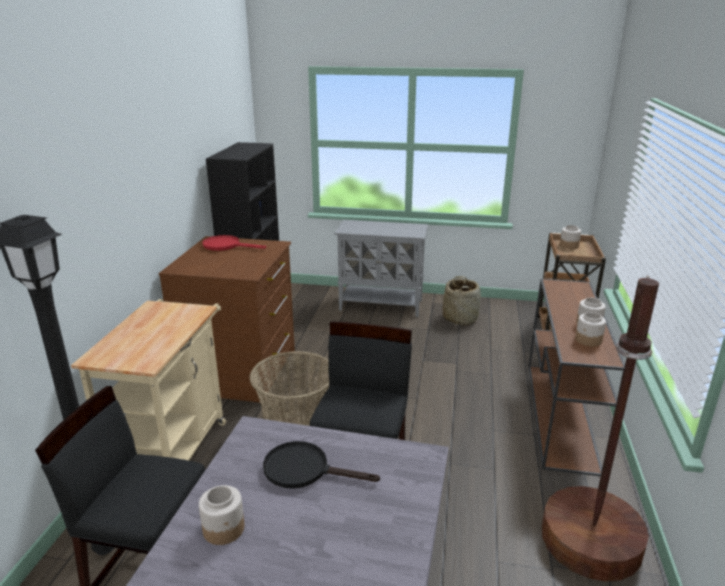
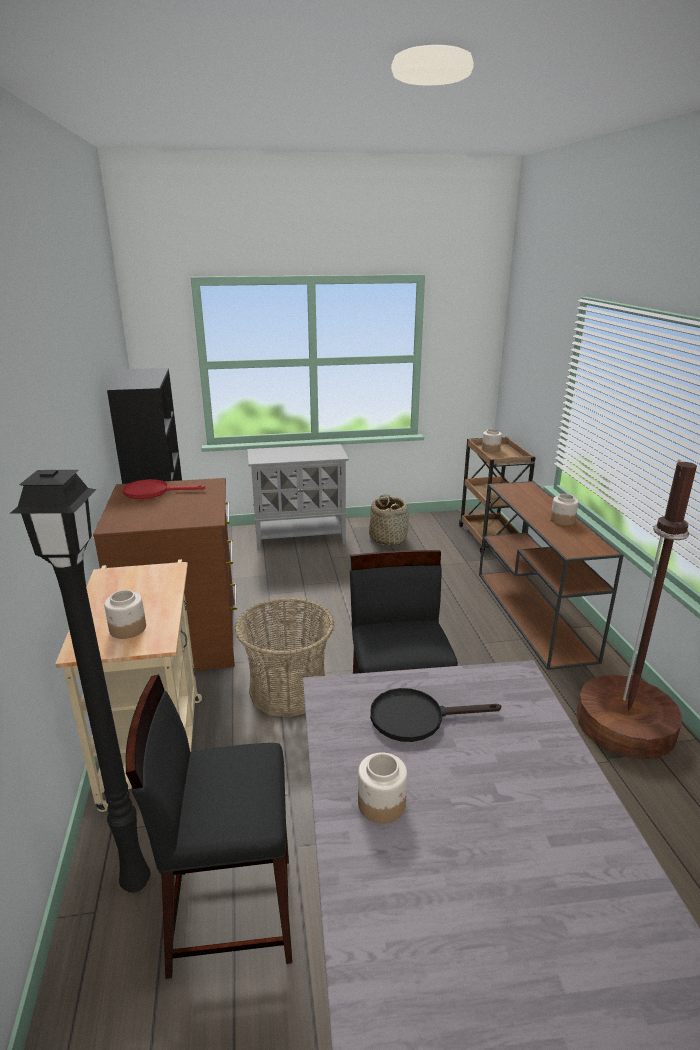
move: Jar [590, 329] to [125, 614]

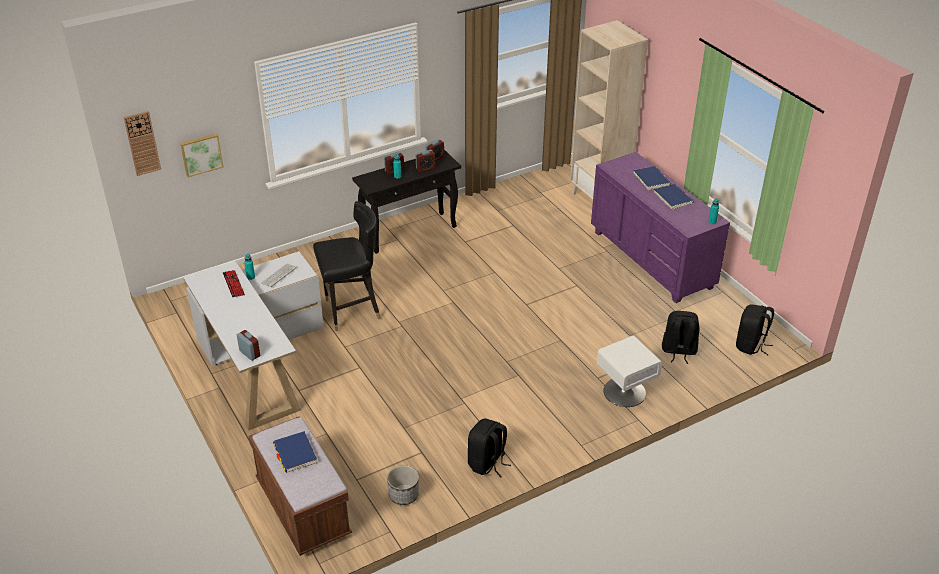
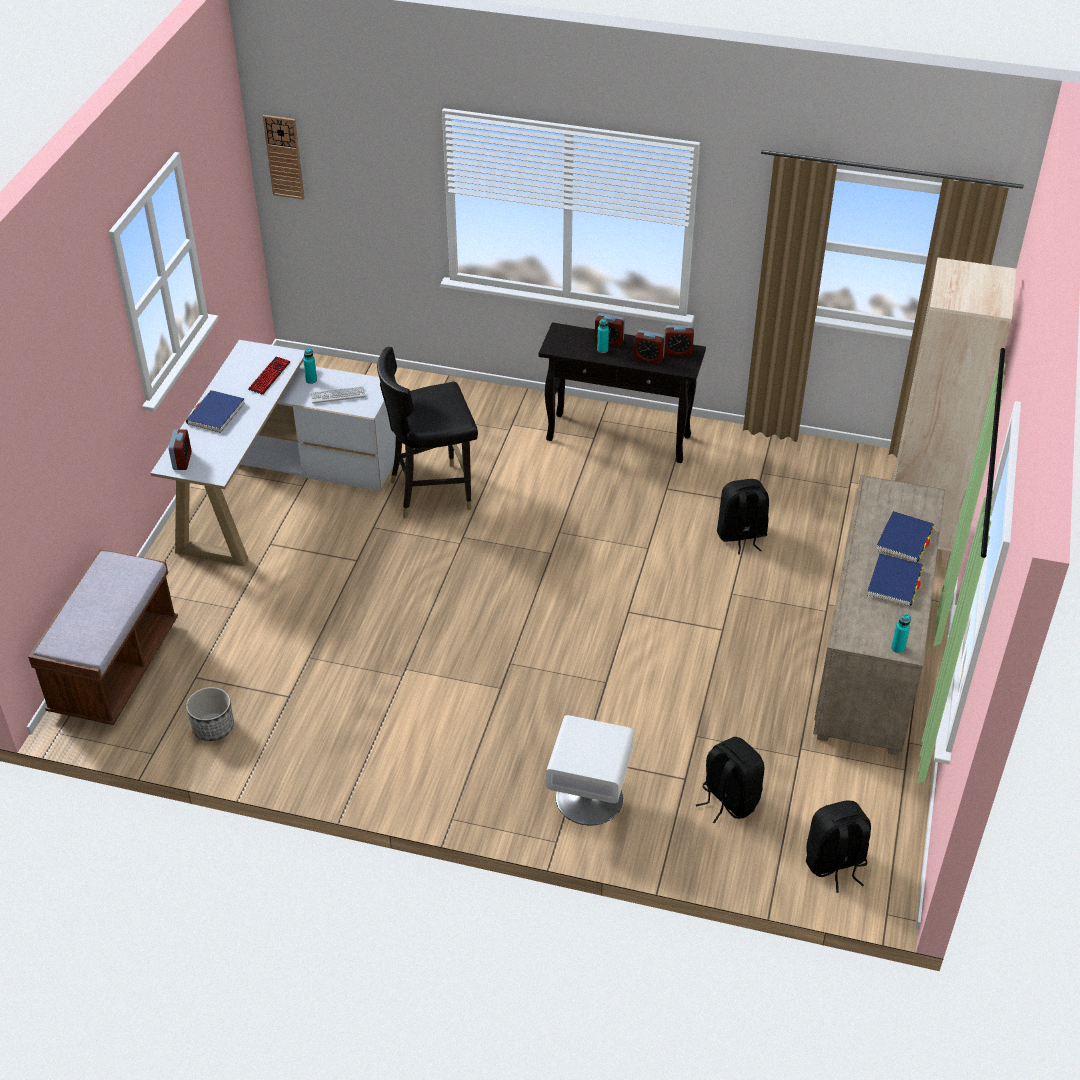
delete: Picture [202, 155]
move: BlueBook [295, 452] to [215, 411]; BlackBackpack [489, 447] to [743, 516]
recolor: PurpleDresser [660, 227] to BeigeDresser [879, 615]
rotate: BlackChair [347, 266] = [427, 432] 135 degrees clockwise

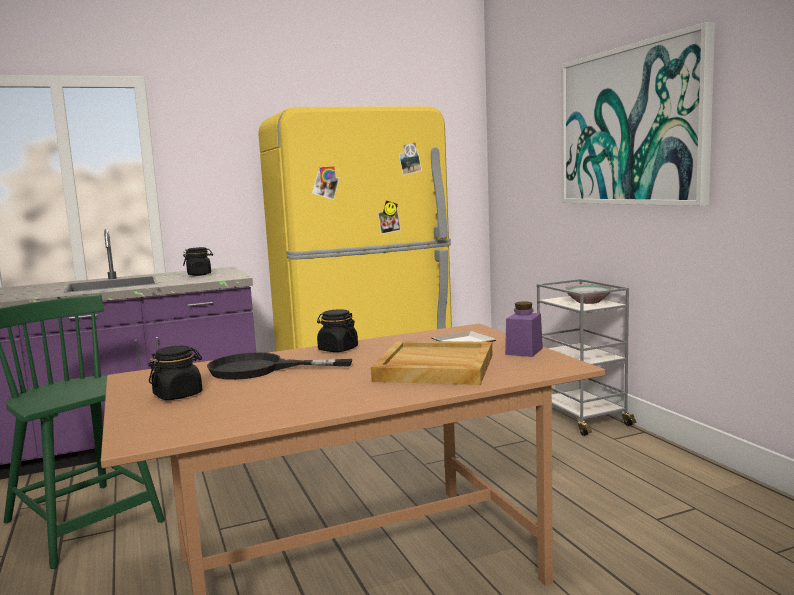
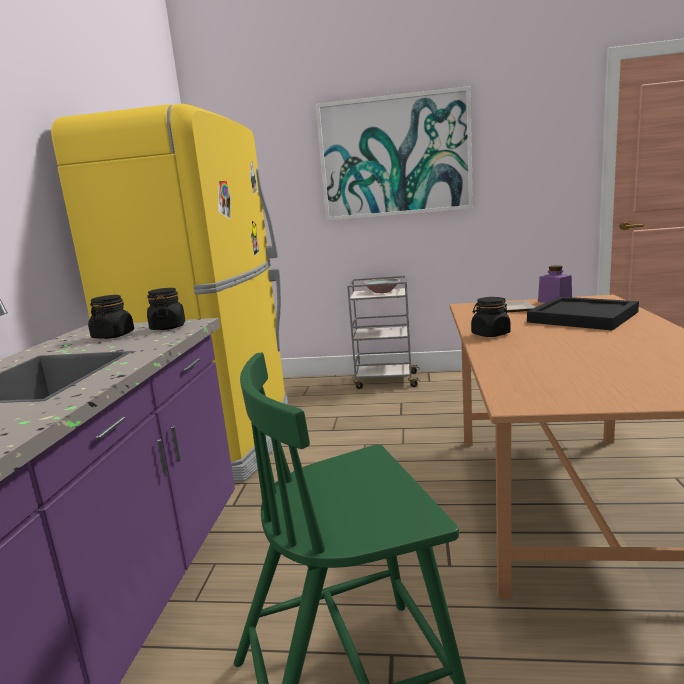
delete: BlackFryingPan [279, 366]
move: BlackJar [175, 373] to [166, 309]
recolor: BeigeTray [431, 363] to BlackTray [583, 314]

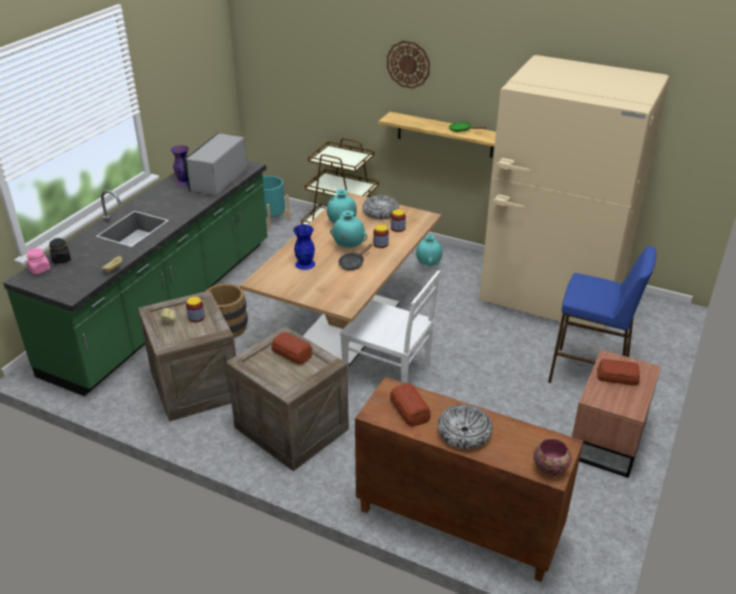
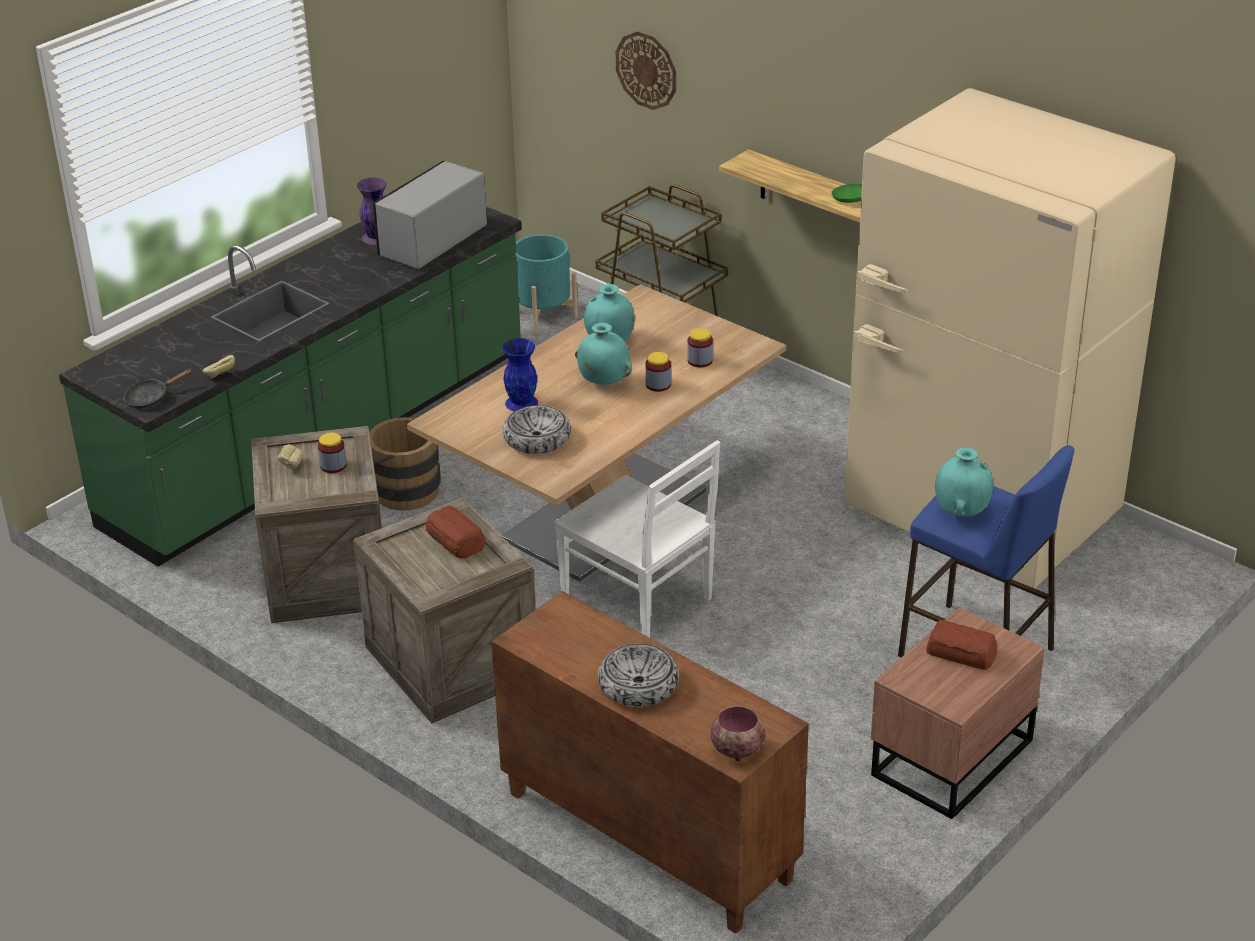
delete: PinkJar [38, 261]; BlackJar [60, 251]; Bread [410, 405]
move: BlackFryingPan [355, 257] to [158, 388]; Bowl [380, 207] to [536, 429]; WallClock [408, 65] to [645, 70]; TurquoiseVase [429, 250] to [964, 482]

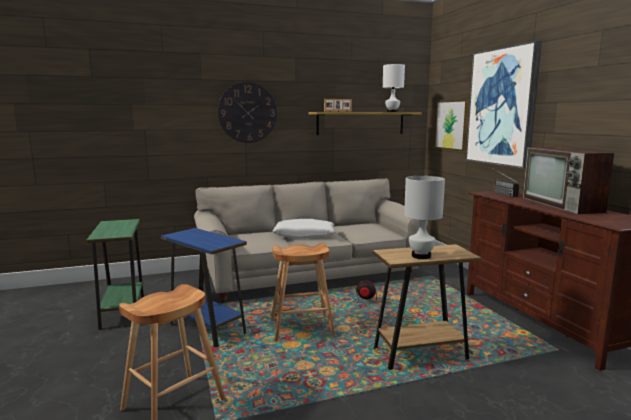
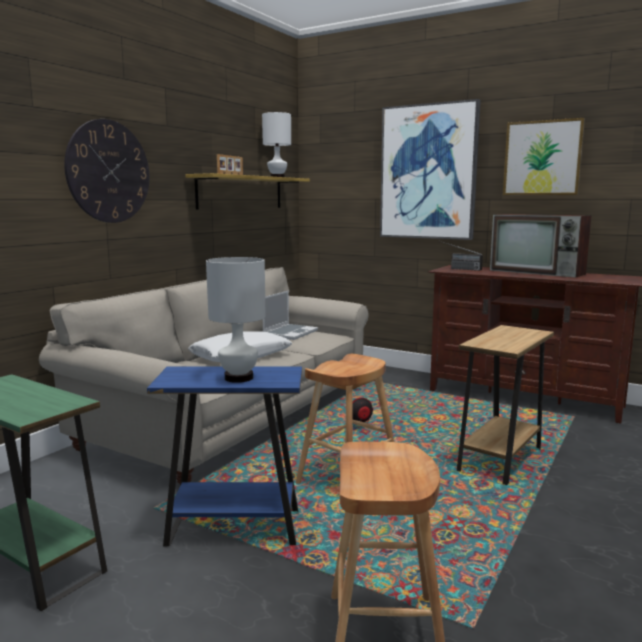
insert: Laptop [290, 315]
move: WhiteTableLamp [424, 217] to [236, 320]; Picture [451, 125] to [544, 156]

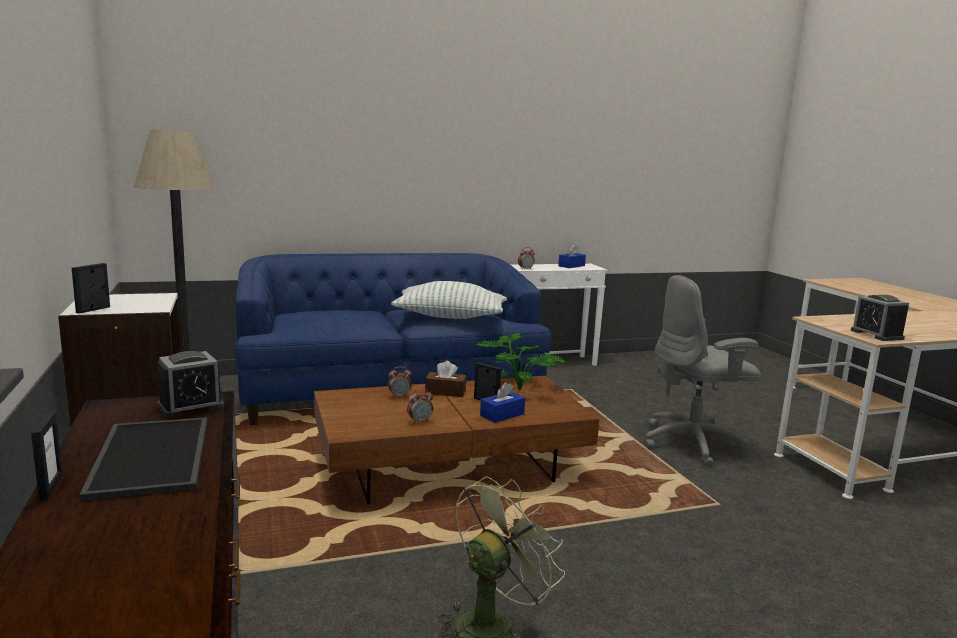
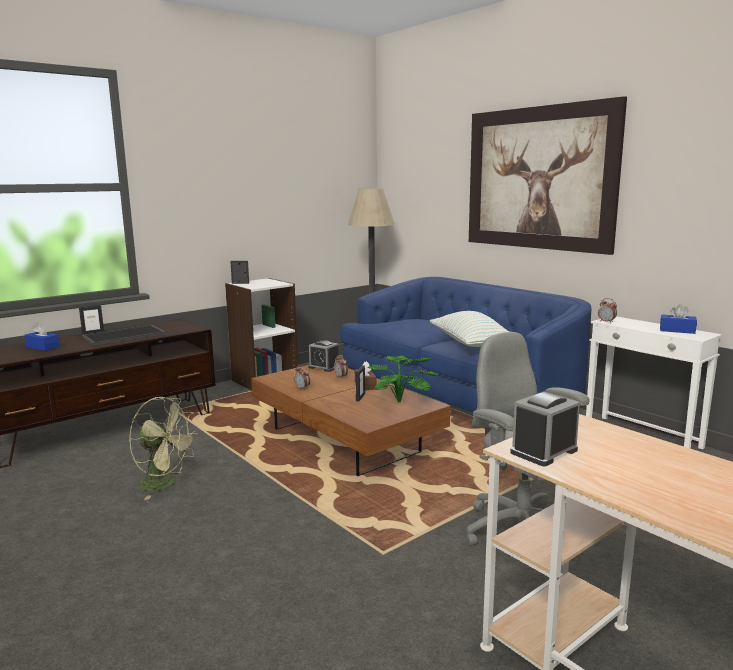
insert: Picture [548, 175]
move: AlarmClock [190, 384] to [323, 356]; BlueTissueBox [502, 402] to [42, 336]

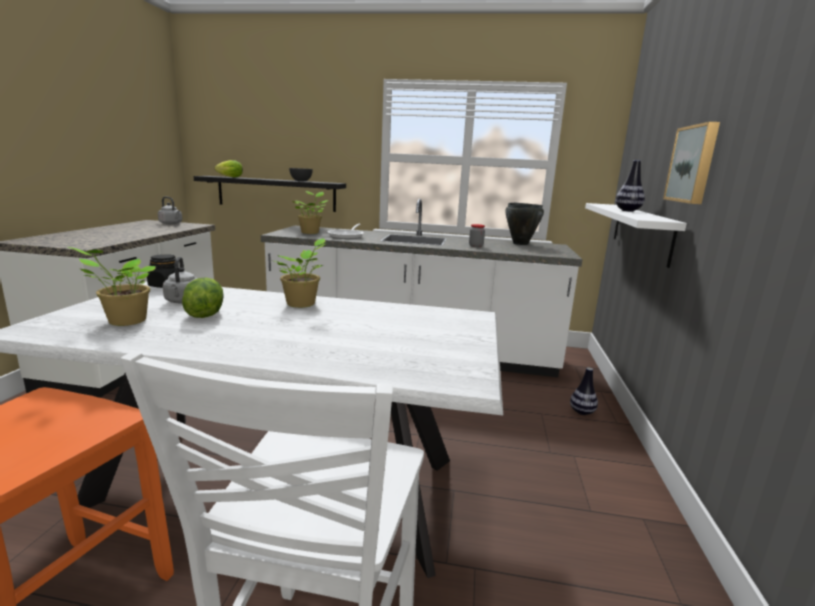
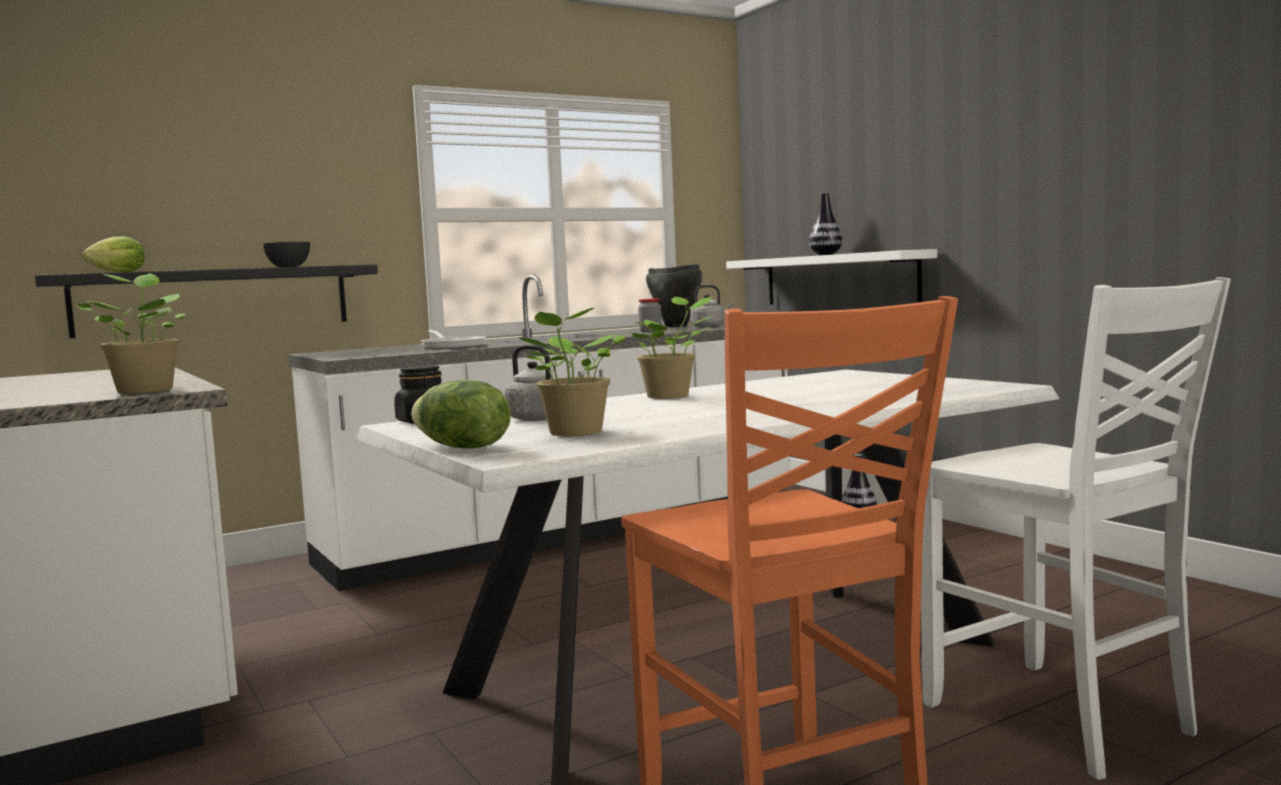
delete: Picture [691, 163]
move: GreyKettle [170, 210] to [712, 306]; Lettuce [203, 297] to [461, 414]; PottedPlant [310, 212] to [130, 333]

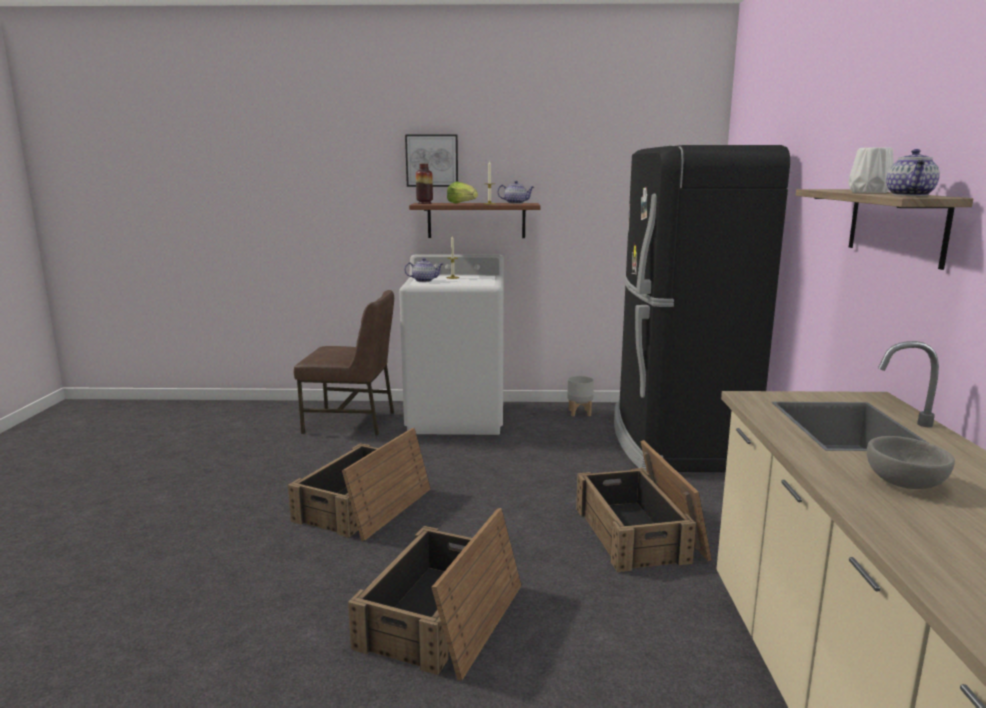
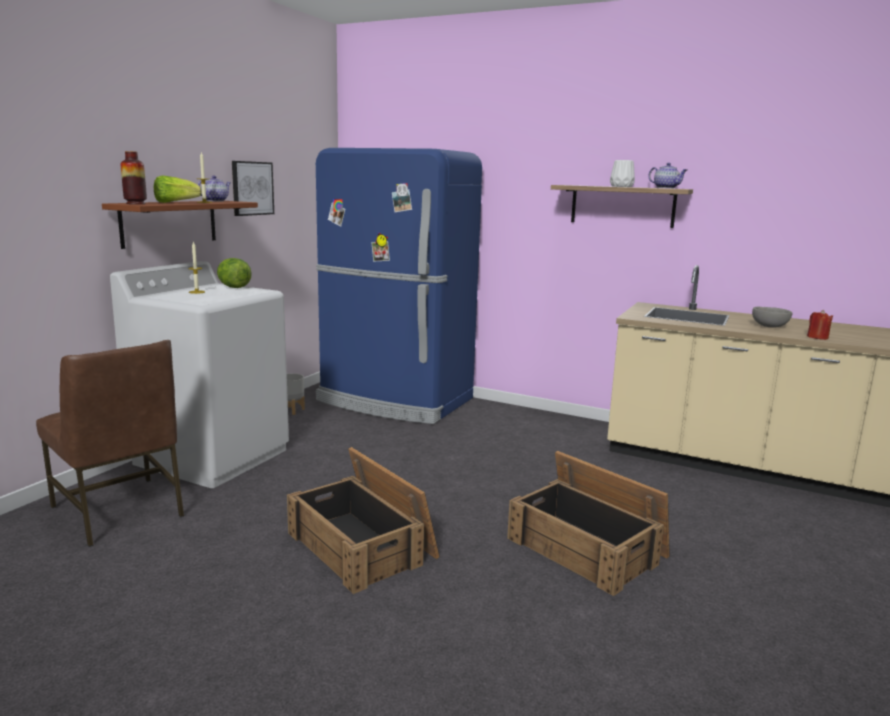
delete: Teapot [423, 270]; Crate [644, 506]
insert: Lettuce [234, 273]; RedCandle [820, 325]
move: Picture [431, 161] to [253, 188]
recolor: BlackFridge [702, 308] to BlueFridge [399, 286]
rotate: BrownChair [344, 363] = [110, 443] 105 degrees clockwise

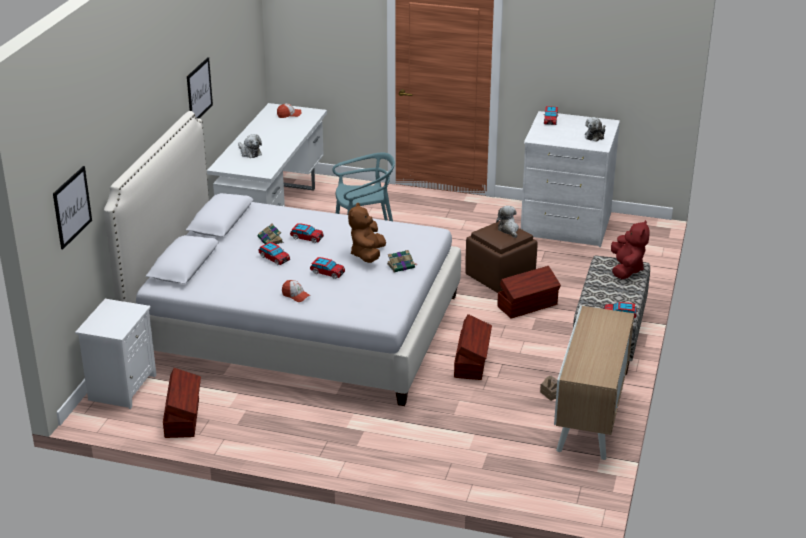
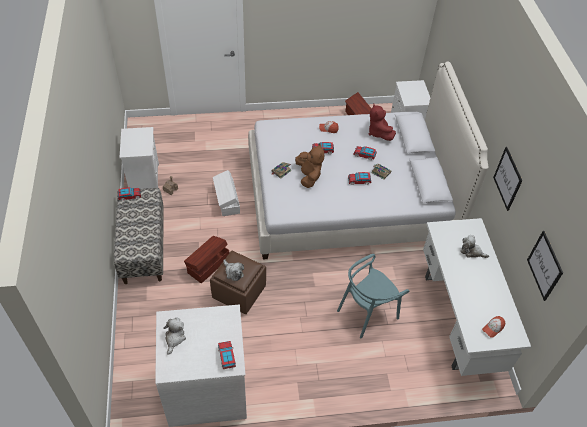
move: Picture [72, 207] to [545, 266]; RedPlushToy [630, 249] to [382, 122]
replace: Cabinet [594, 383] to WhiteNightstand [139, 158]
recolor: BrownStorageBox [473, 347] to WhiteStorageBox [226, 193]

